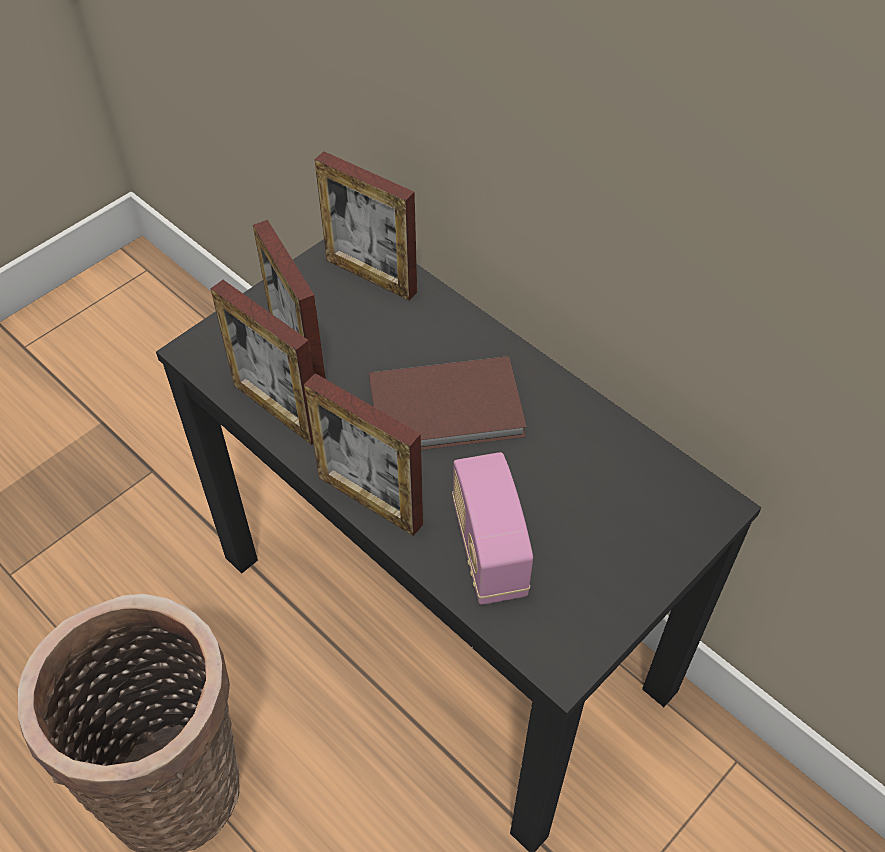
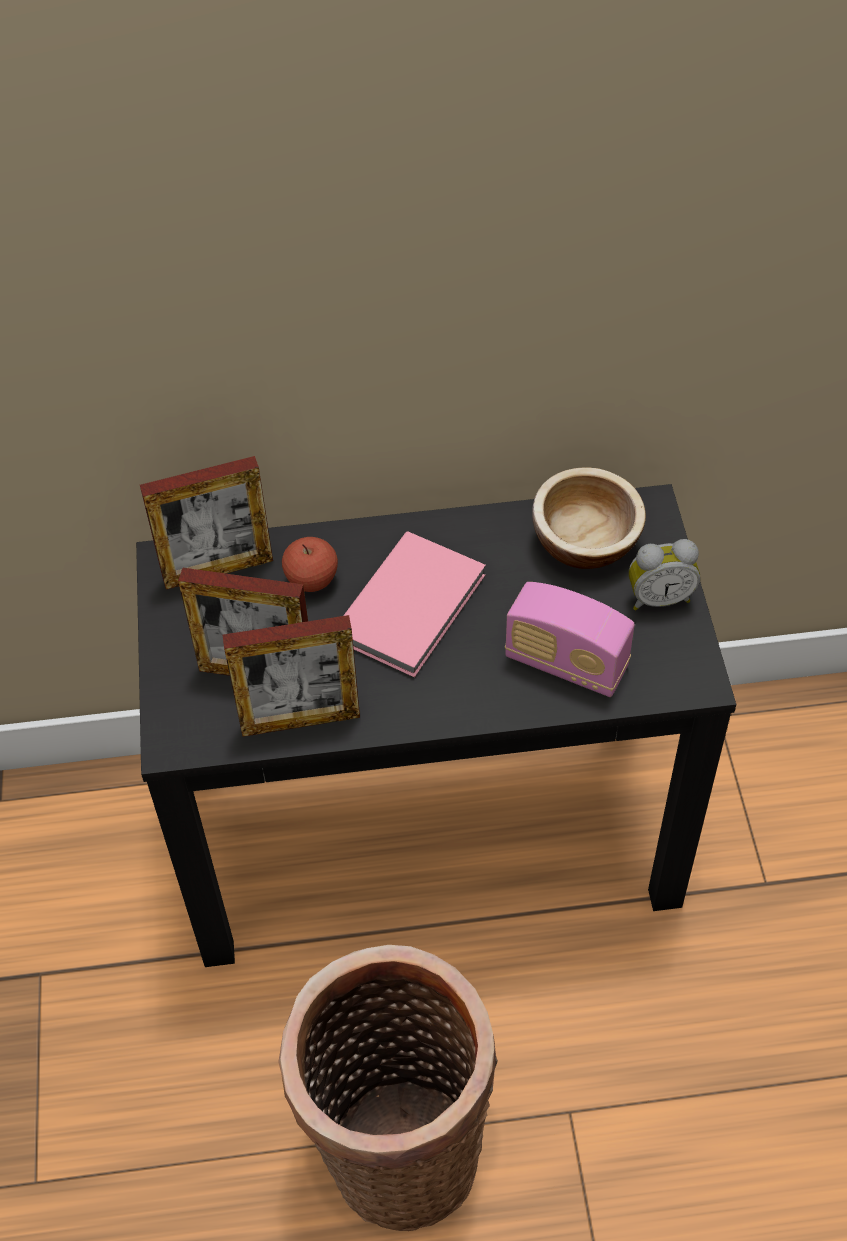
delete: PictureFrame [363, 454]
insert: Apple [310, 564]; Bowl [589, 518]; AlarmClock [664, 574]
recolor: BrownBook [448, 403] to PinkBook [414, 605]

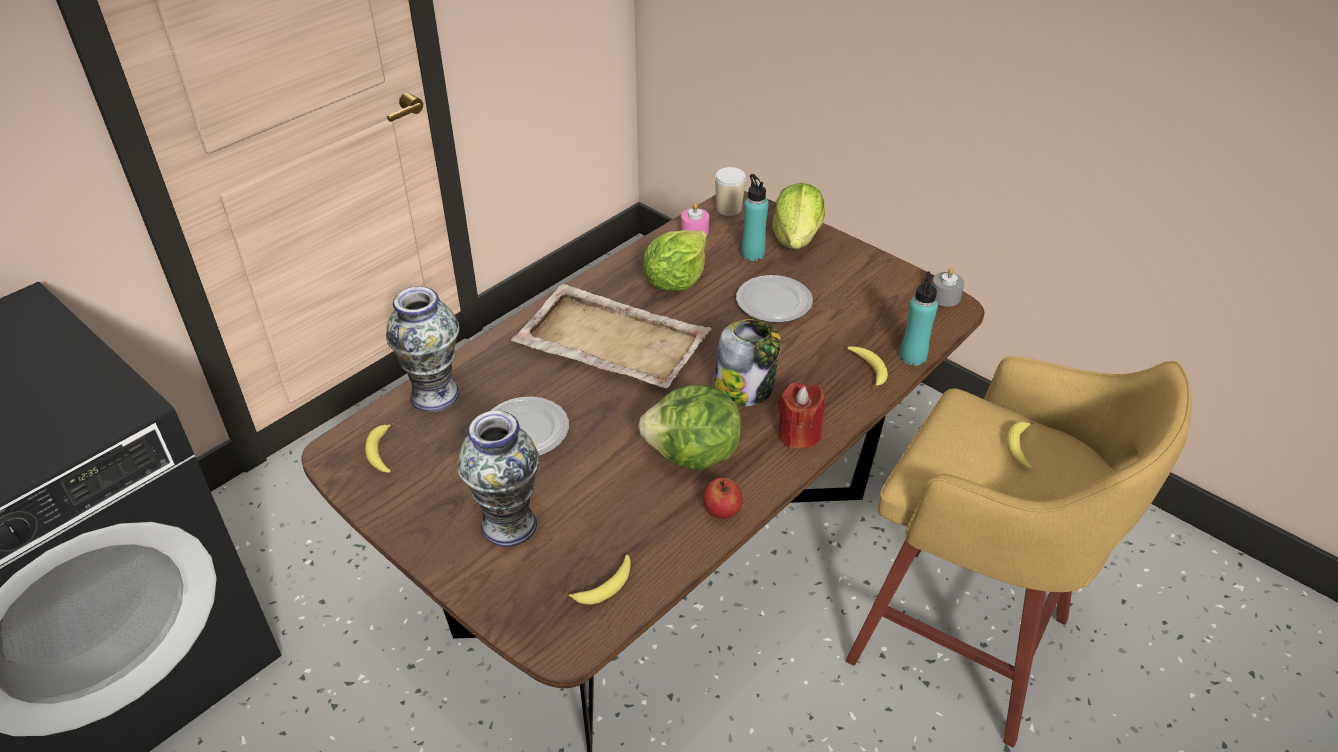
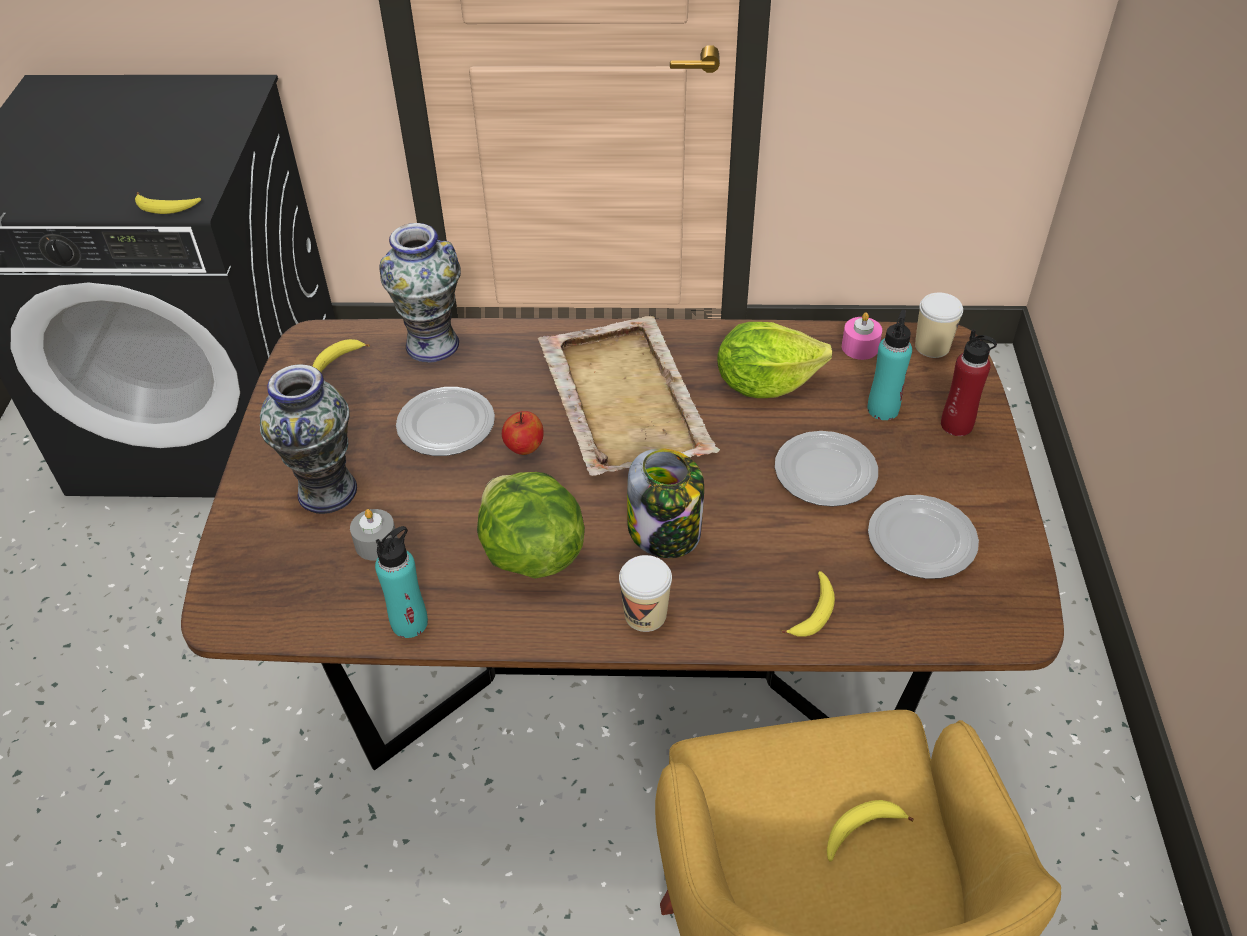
insert: Plate [923, 537]
move: Banana [598, 579] to [168, 203]; Apple [723, 498] to [523, 433]; TurquoiseBottle [919, 318] to [401, 582]; GreyCandle [948, 287] to [374, 535]
replace: Lettuce [798, 216] to RedBottle [969, 382]; RedCandle [801, 415] to Cup [645, 593]

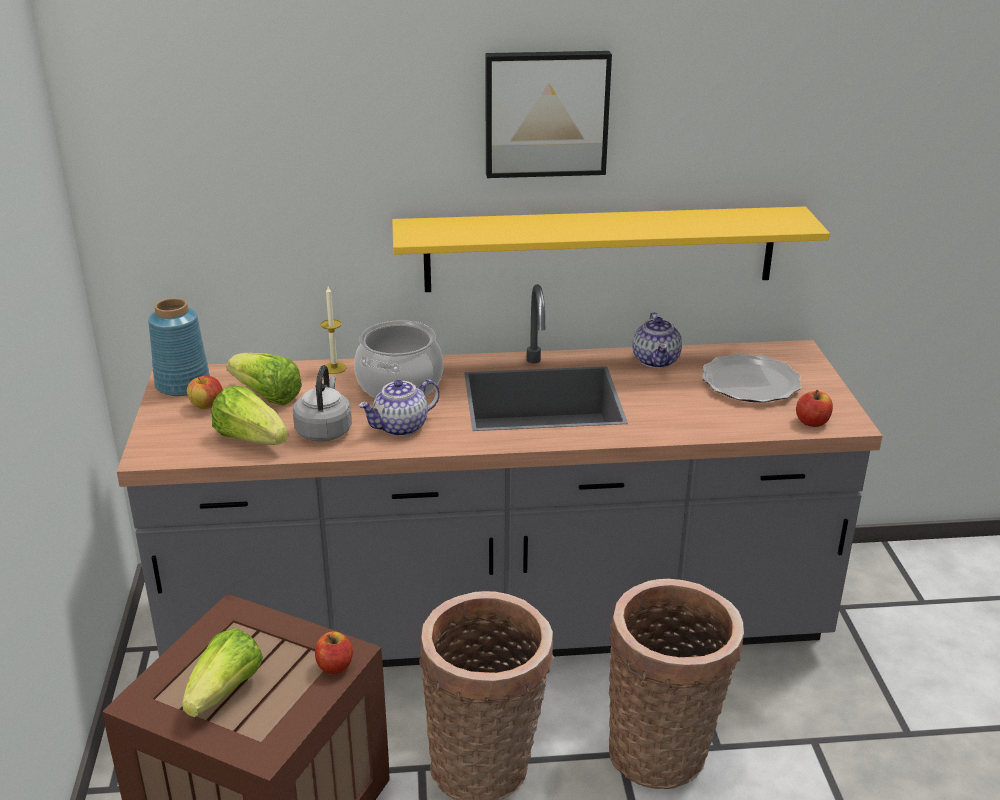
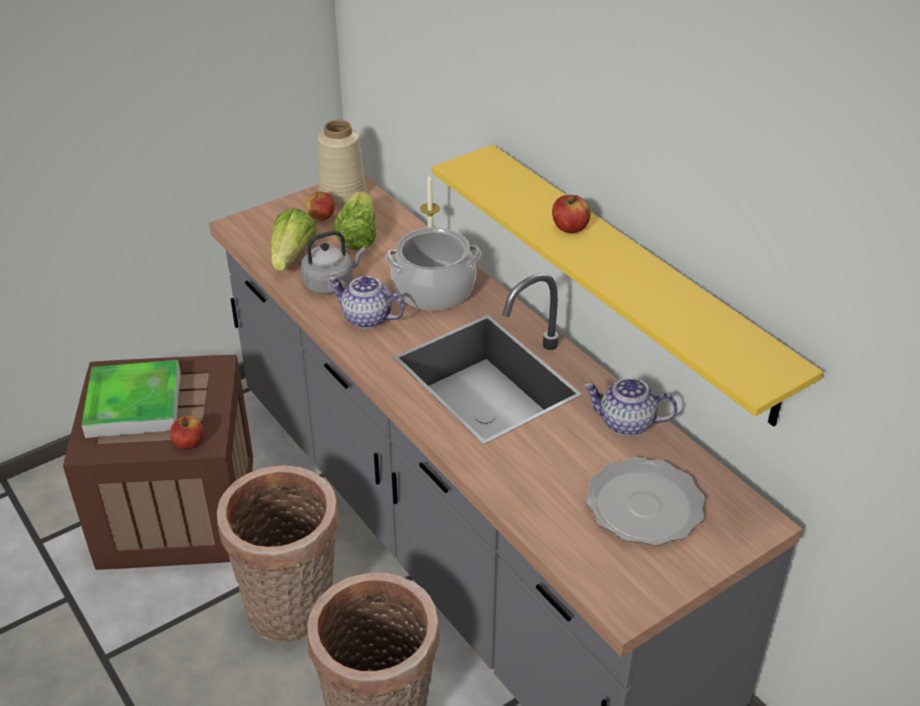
delete: Picture [548, 114]
move: Apple [814, 408] to [571, 214]
replace: Lettuce [222, 672] to Tray [131, 399]
recolor: BlueVase [179, 347] to BeigeVase [342, 162]
rotate: Teapot [657, 340] = [630, 407] 45 degrees clockwise

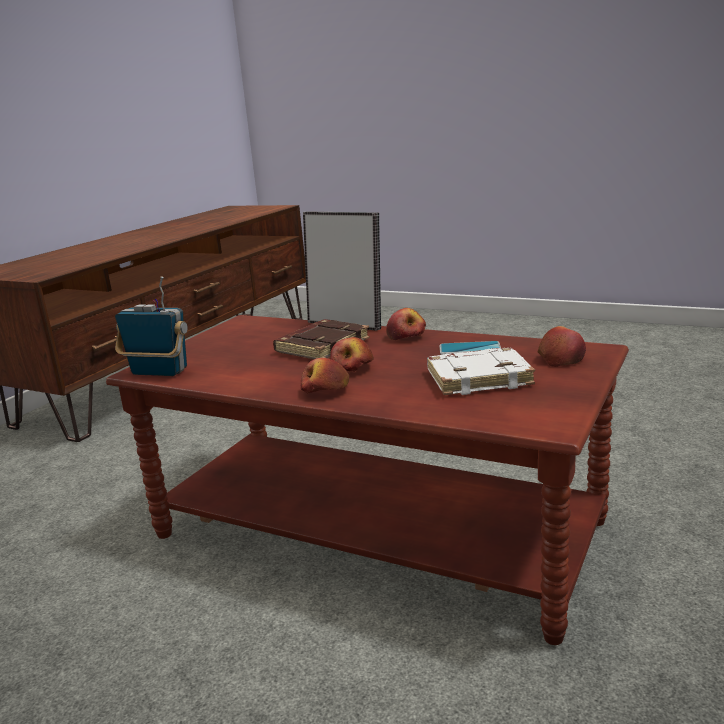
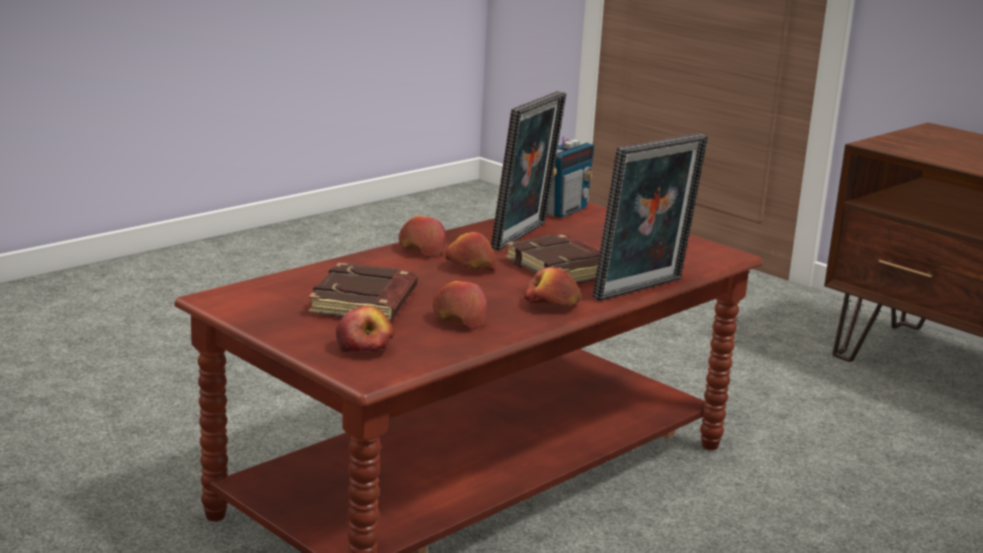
insert: PictureFrame [528, 170]
replace: Phone [470, 348] to Apple [460, 306]
recolor: WhiteBook [481, 371] to BrownBook [363, 292]

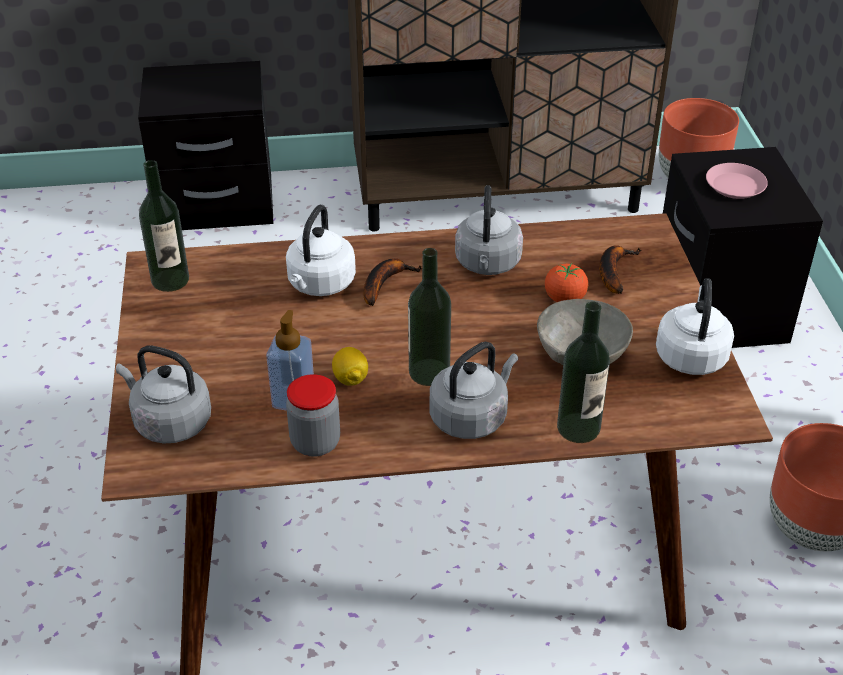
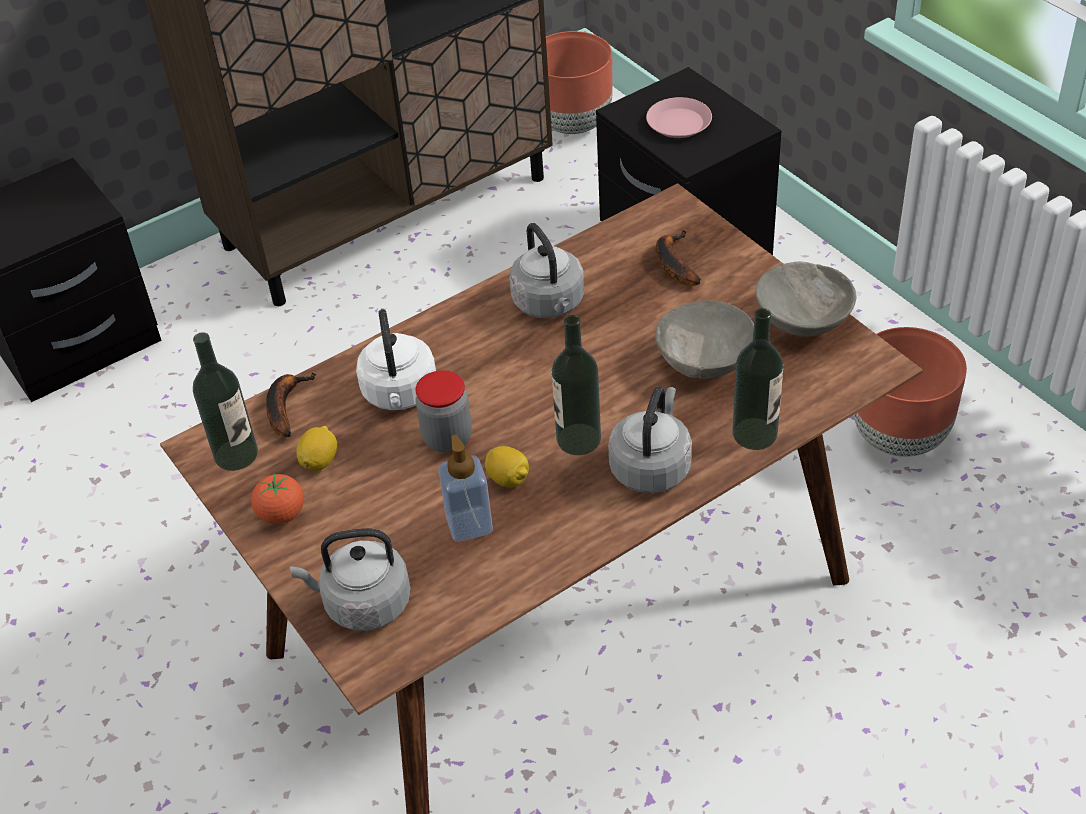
insert: Lemon [316, 448]
move: Jar [313, 415] to [443, 411]; Banana [392, 282] to [291, 404]; Tomato [566, 282] to [277, 498]
replace: WhiteKettle [695, 326] to GreyBowl [806, 299]

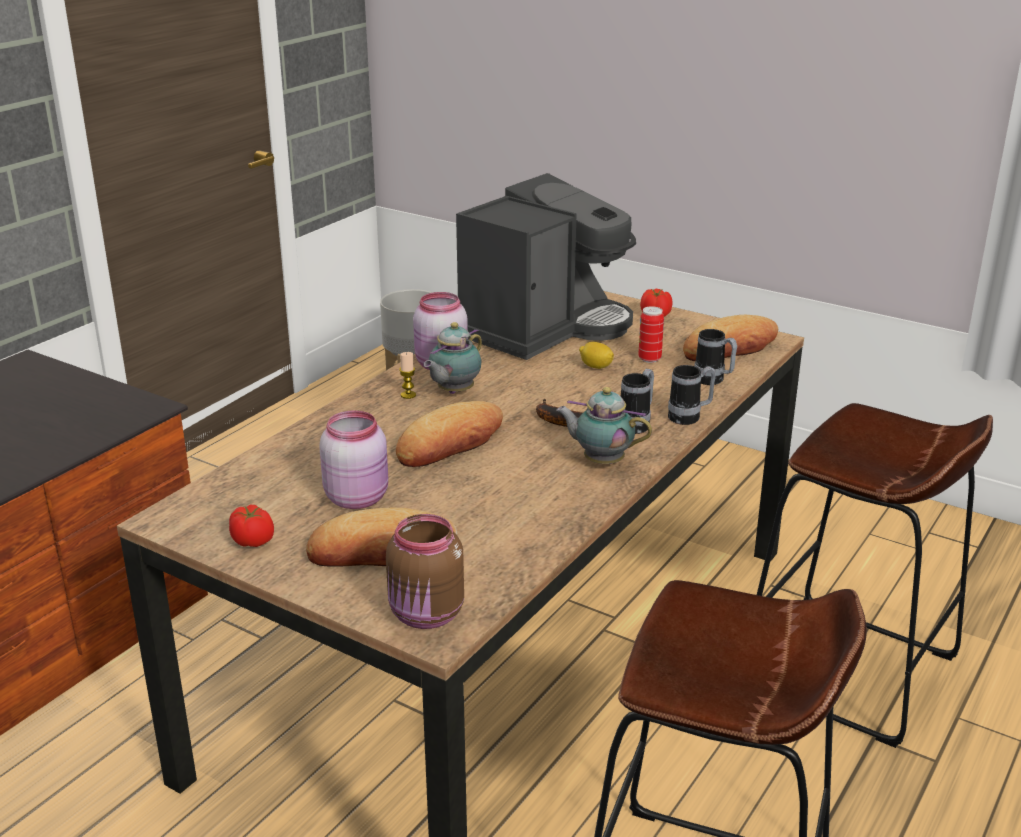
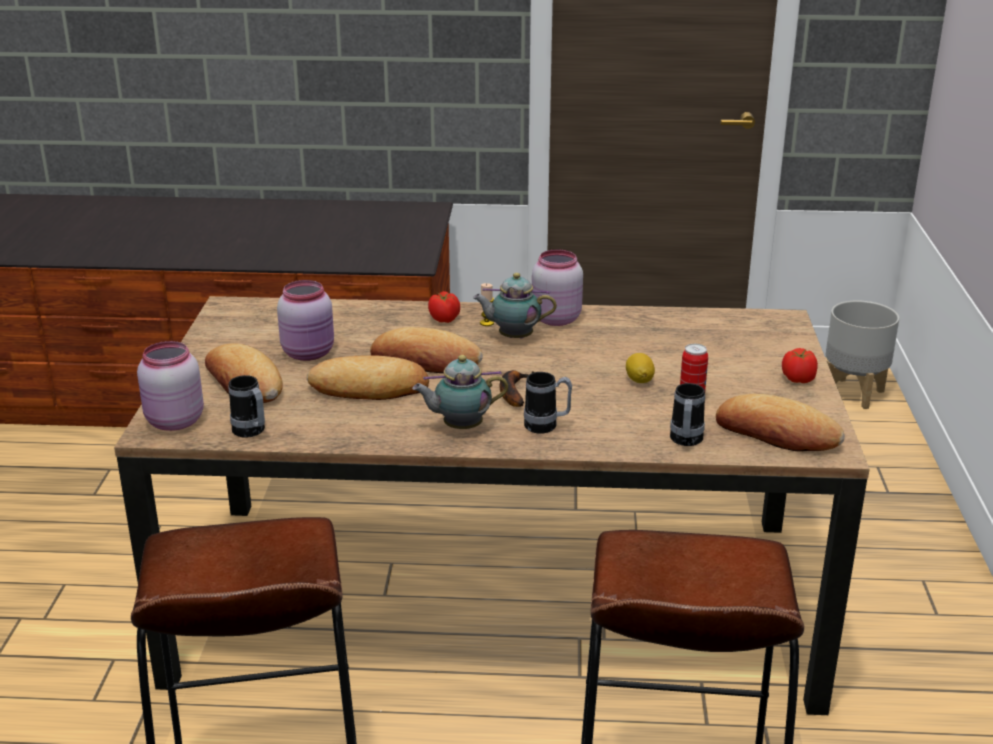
delete: CoffeeMachine [546, 266]
insert: Bread [368, 377]
move: Tomato [251, 525] to [444, 307]; Mug [692, 395] to [246, 406]
recolor: BrownJar [425, 571] to PinkJar [170, 386]
rotate: Teapot [604, 425] = [460, 392] 90 degrees counterclockwise

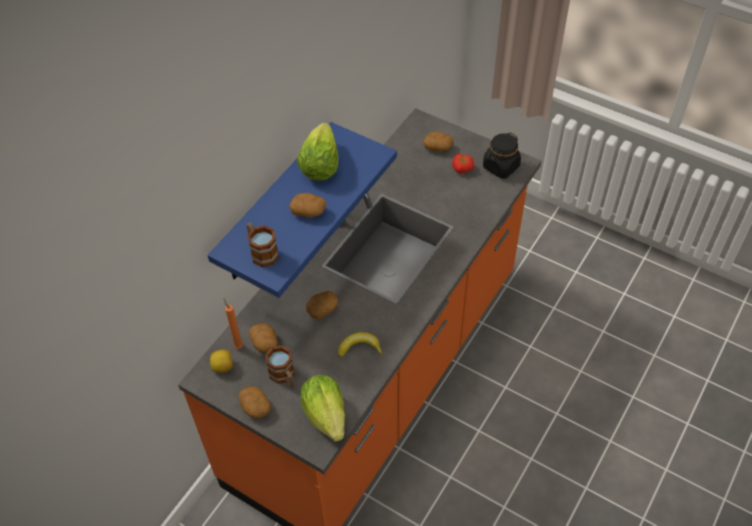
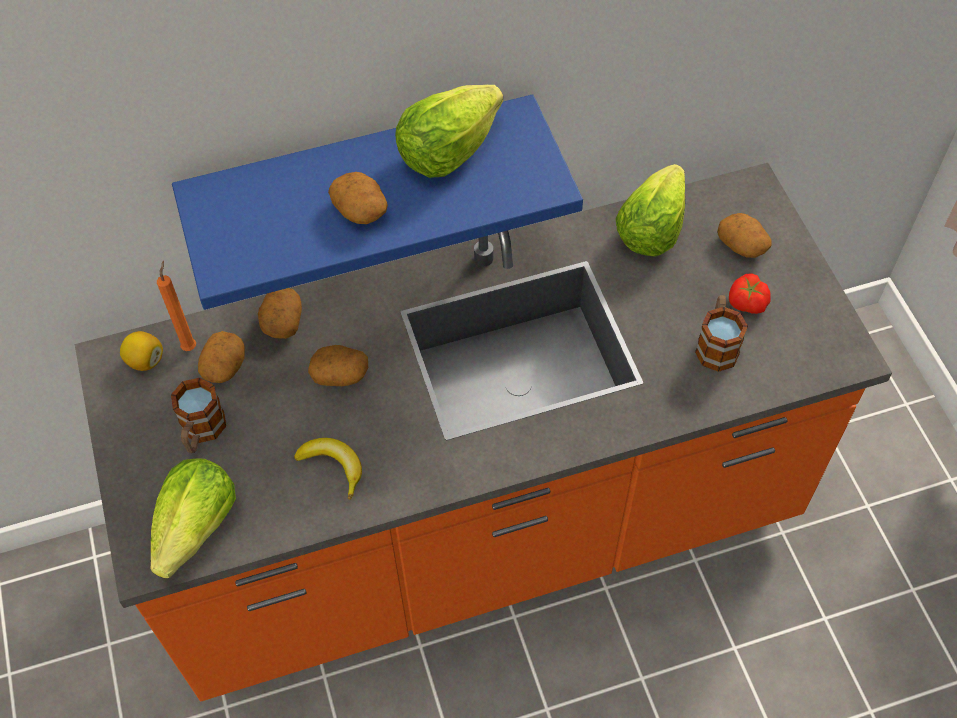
delete: BlackJar [502, 156]
insert: Lettuce [650, 210]
move: Potato [255, 402] to [280, 313]; Mug [263, 244] to [721, 333]

